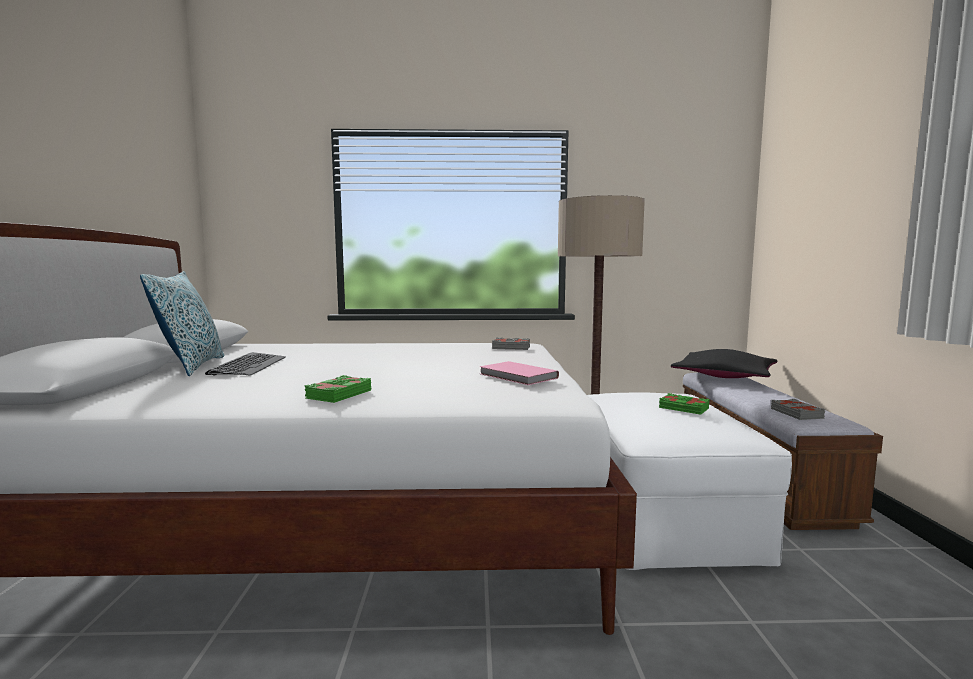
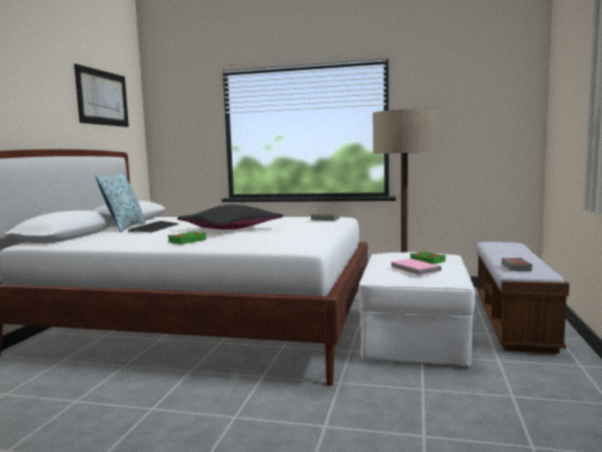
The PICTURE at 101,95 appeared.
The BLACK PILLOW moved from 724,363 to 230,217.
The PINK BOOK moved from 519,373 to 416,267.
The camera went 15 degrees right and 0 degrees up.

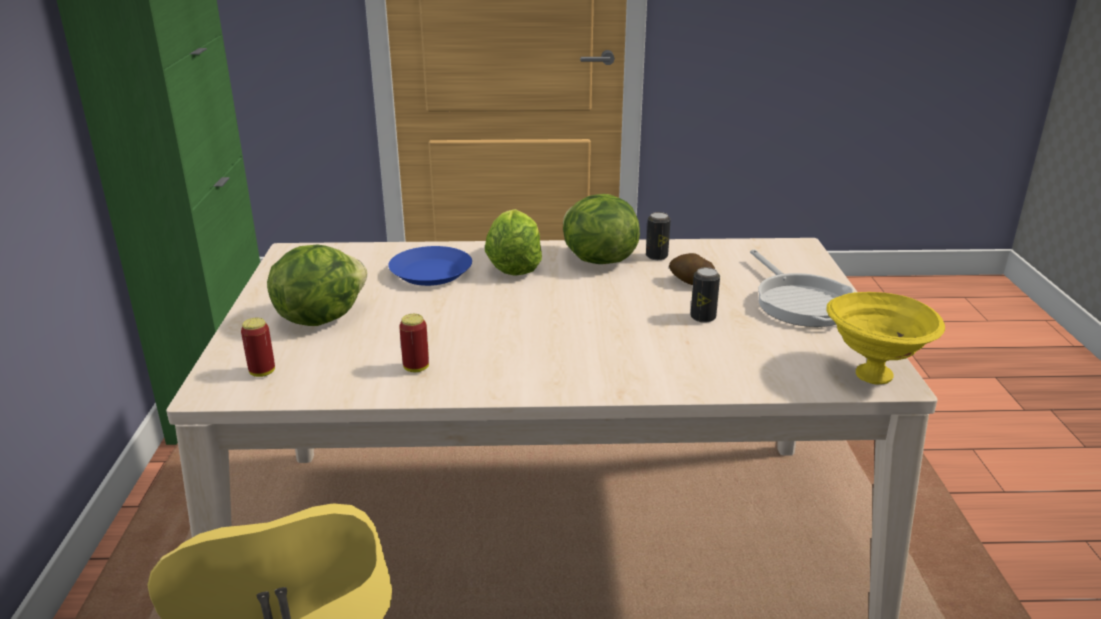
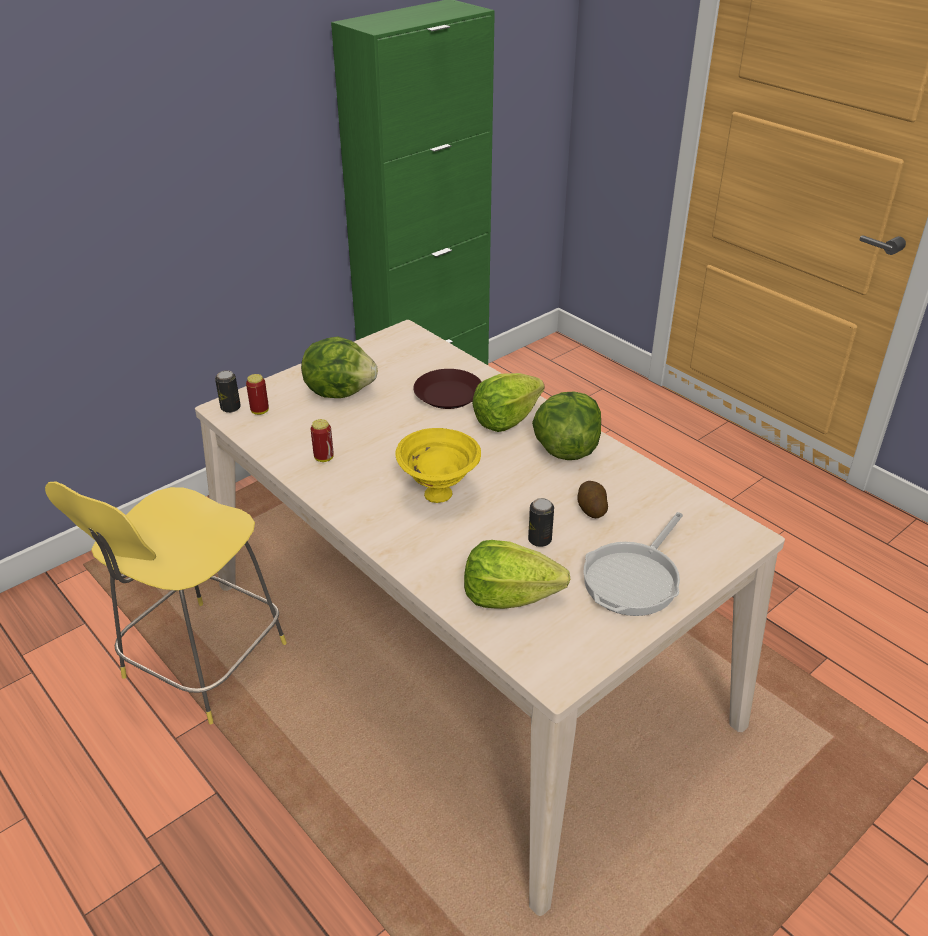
The CAN moved from 658,236 to 228,391.
The YELLOW BOWL moved from 885,338 to 438,465.
The BLUE PLATE at 430,266 became the BROWN PLATE at 447,389.
The LETTUCE at 517,574 appeared.
The camera went 50 degrees right and 10 degrees up.

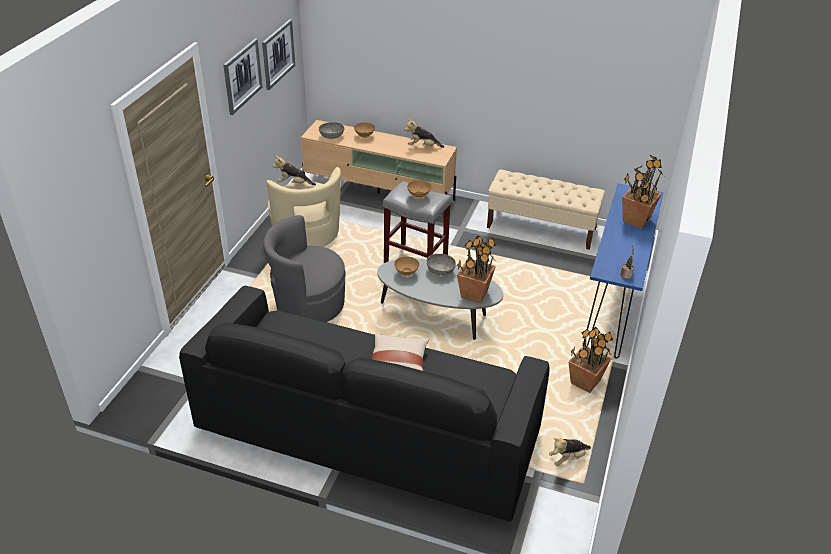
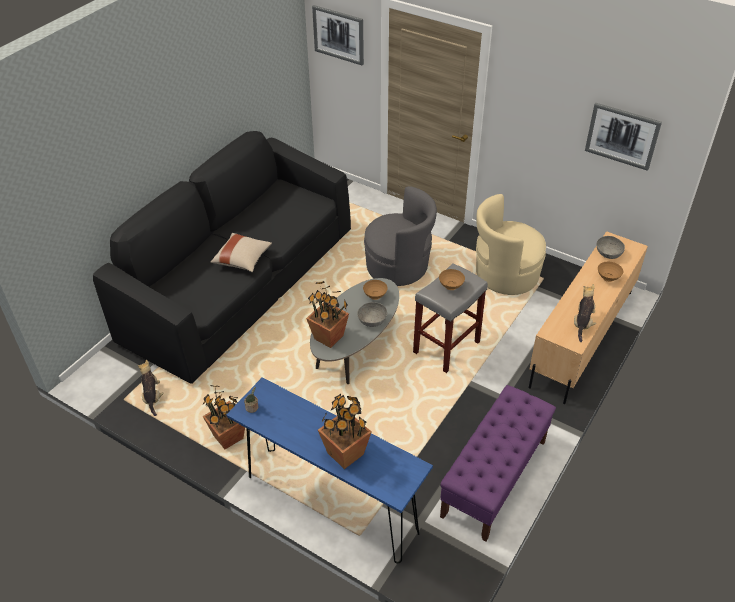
The PICTURE moved from 243,76 to 338,35.
The GREY ARMCHAIR at 304,268 turned 90 degrees clockwise.
The BEIGE BENCH at 546,210 became the PURPLE BENCH at 498,463.
The PLUSH TOY at 294,170 disappeared.
The camera went 105 degrees right and 5 degrees up.

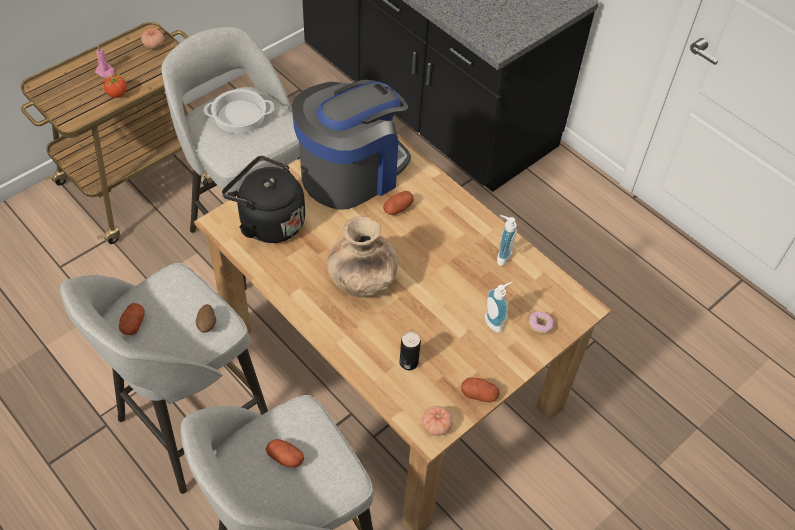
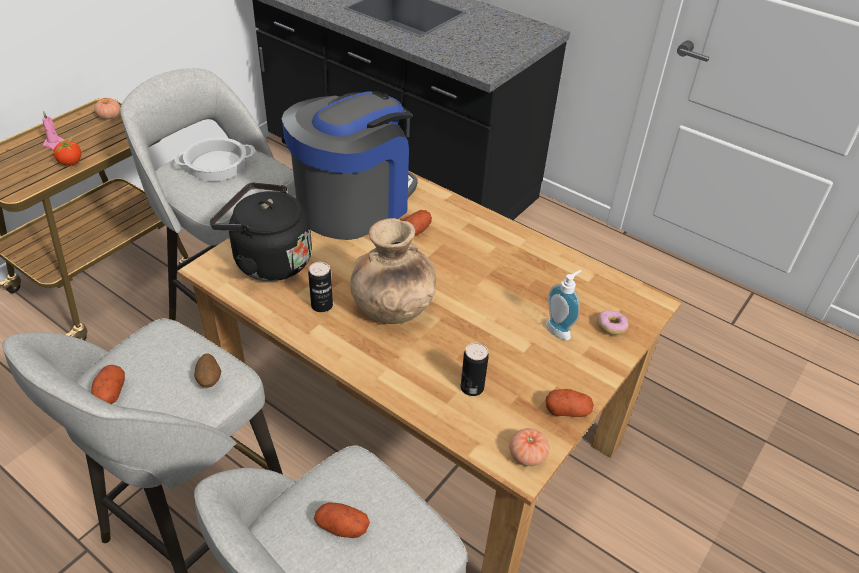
The CAN at 320,287 appeared.
The SOAP DISPENSER at 507,240 disappeared.
The camera went 10 degrees left and 10 degrees down.

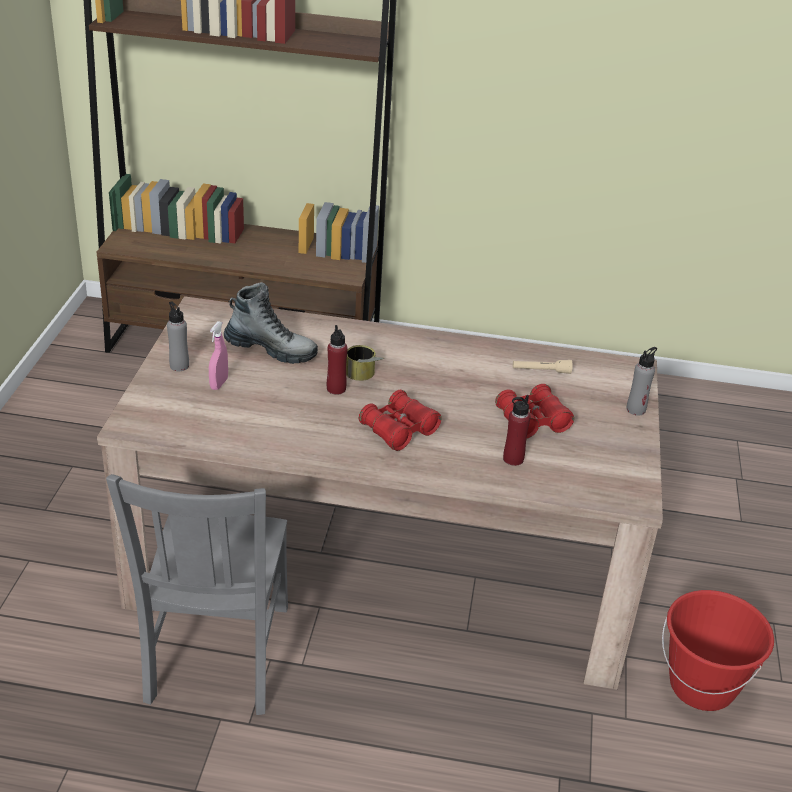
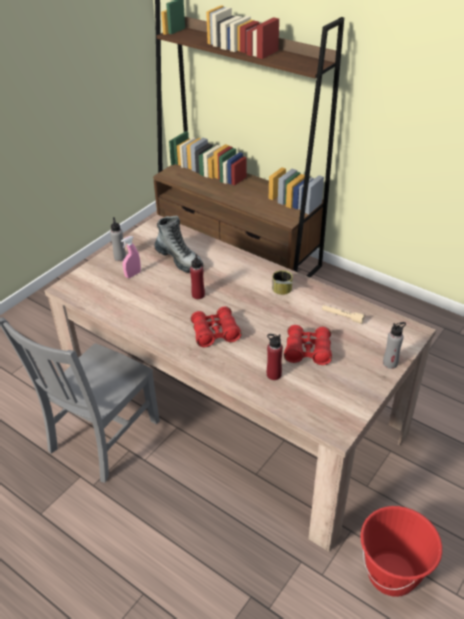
The CAN moved from 365,363 to 282,282.
The camera went 30 degrees right and 5 degrees up.

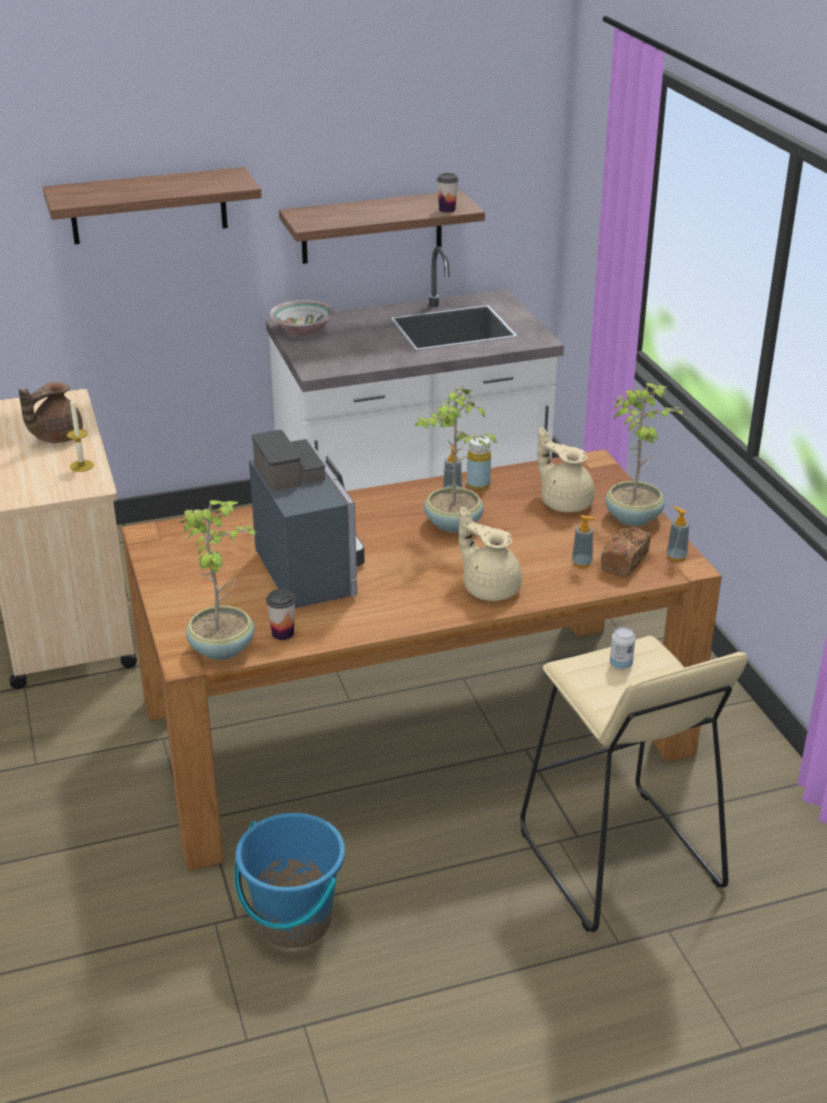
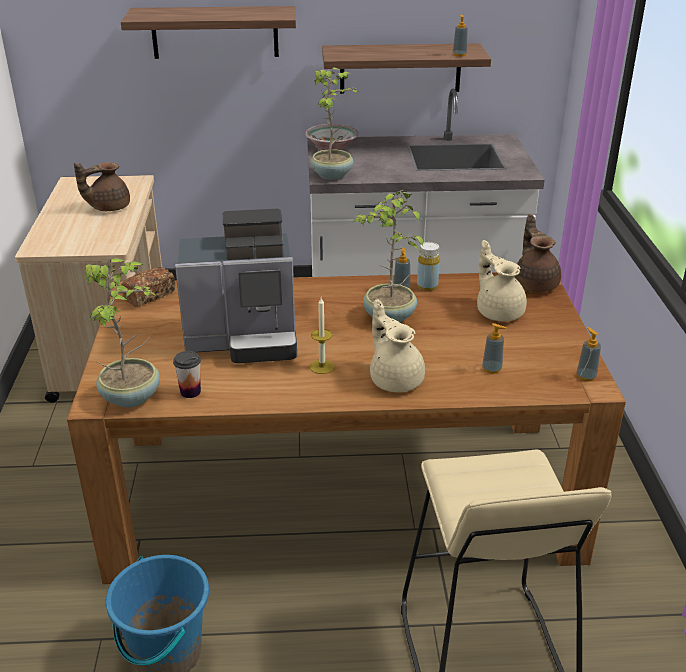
The BREAD moved from 626,551 to 148,287.
The COFFEE MACHINE at 306,519 turned 90 degrees clockwise.
The CANDLE moved from 80,435 to 322,336.
The POTTED PLANT moved from 645,454 to 334,123.
The CUP at 448,193 was replaced by the SOAP DISPENSER at 460,36.
The BROWN TEAPOT at 537,253 appeared.
The CAN at 622,648 disappeared.
The camera went 15 degrees right and 0 degrees up.

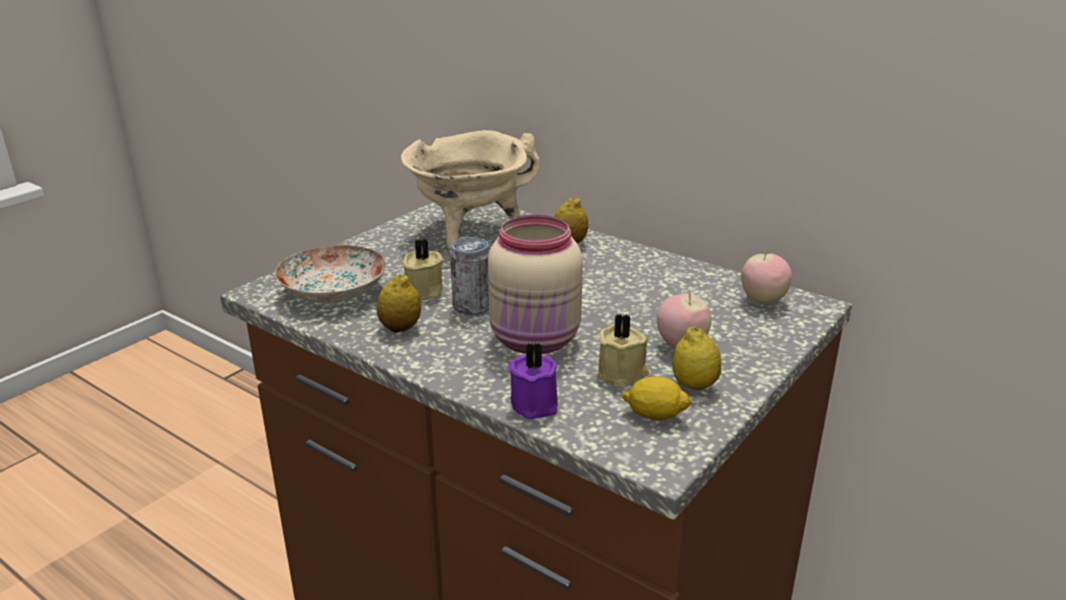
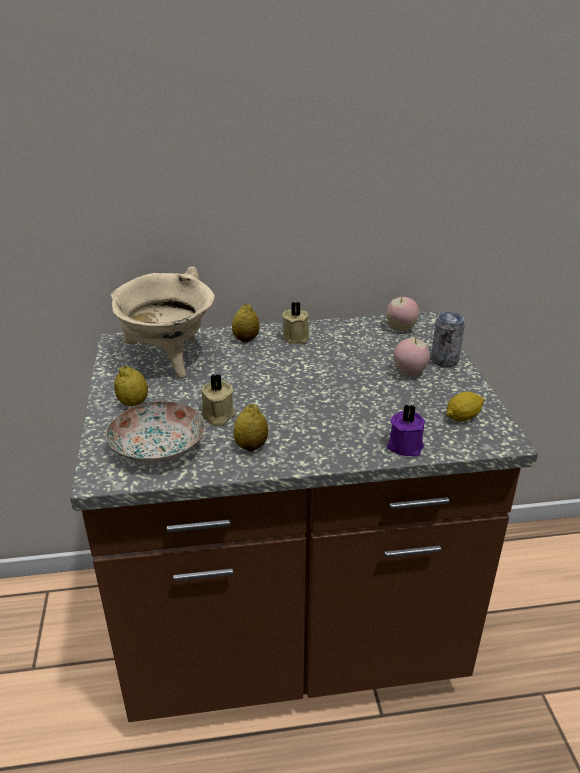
The LEMON moved from 696,358 to 131,386.
The BEIGE CANDLE moved from 623,350 to 295,322.
The CAN moved from 470,276 to 448,339.
The BEIGE JAR at 535,284 disappeared.
The camera went 45 degrees left and 5 degrees up.

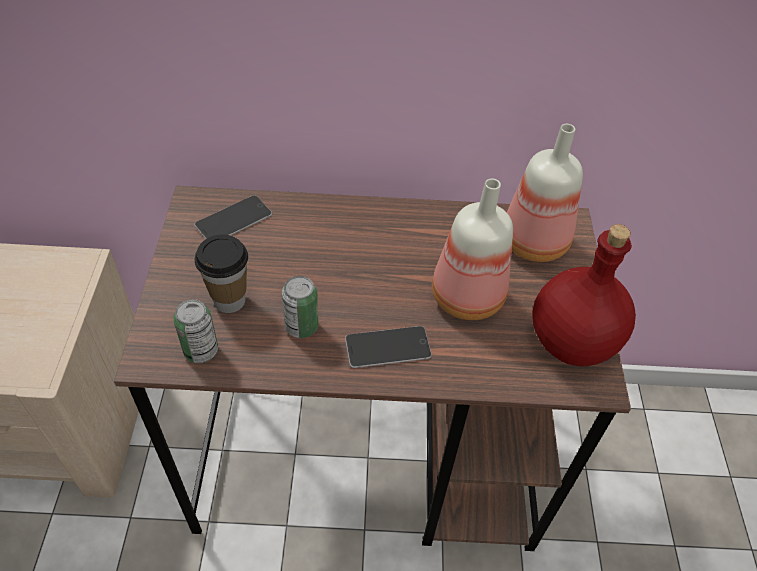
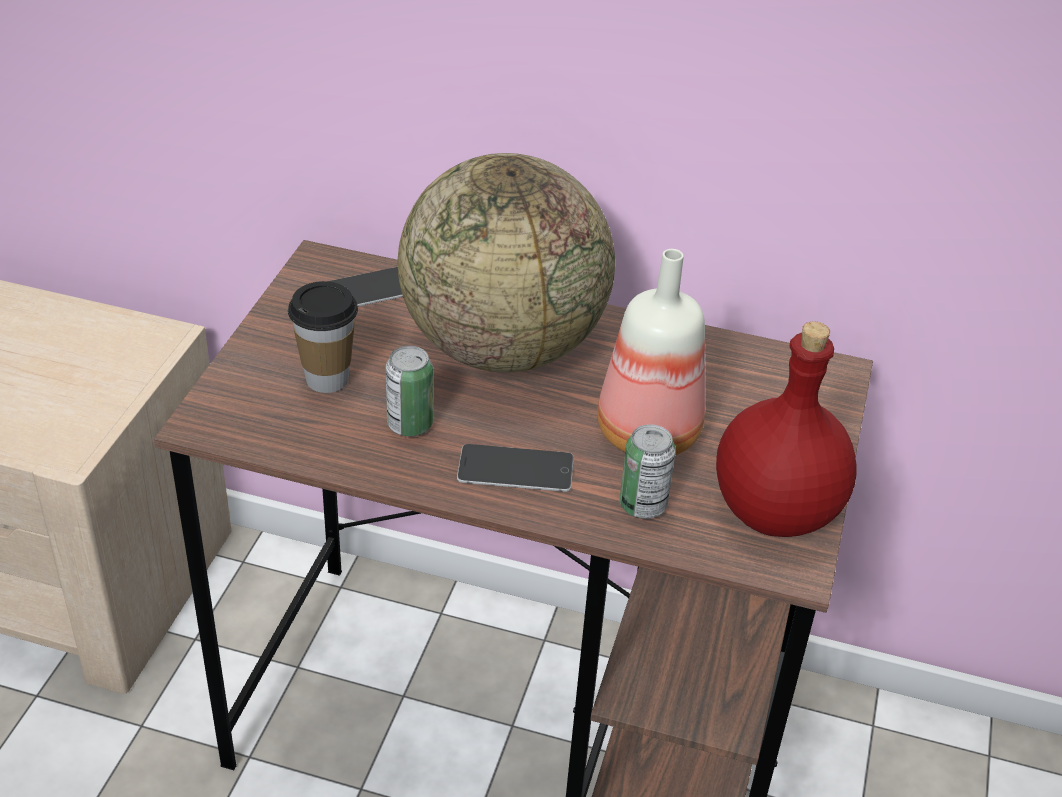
The GLOBE at 506,262 appeared.
The CAN moved from 195,331 to 648,471.
The BOTTLE at 545,193 disappeared.
The camera went 15 degrees right and 10 degrees down.

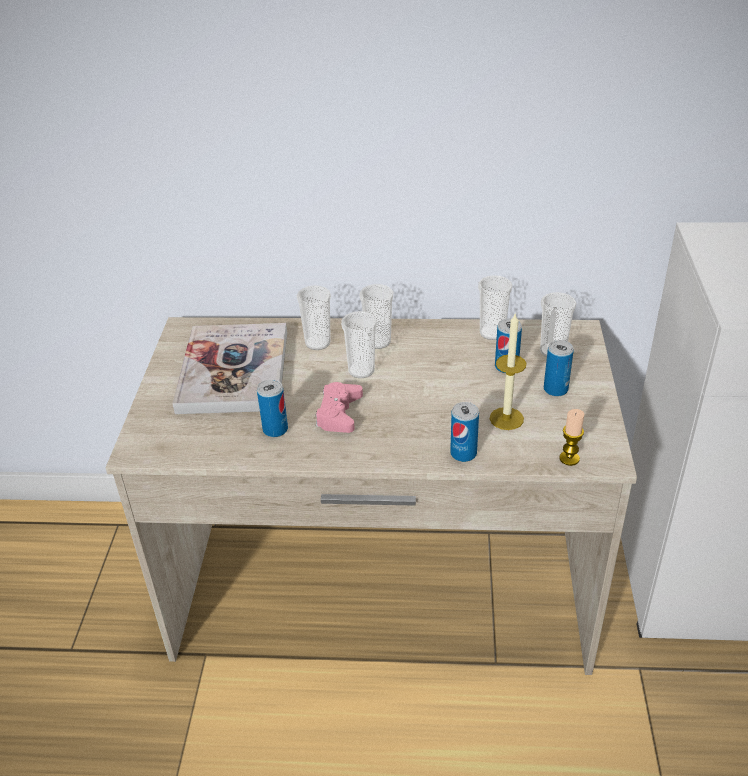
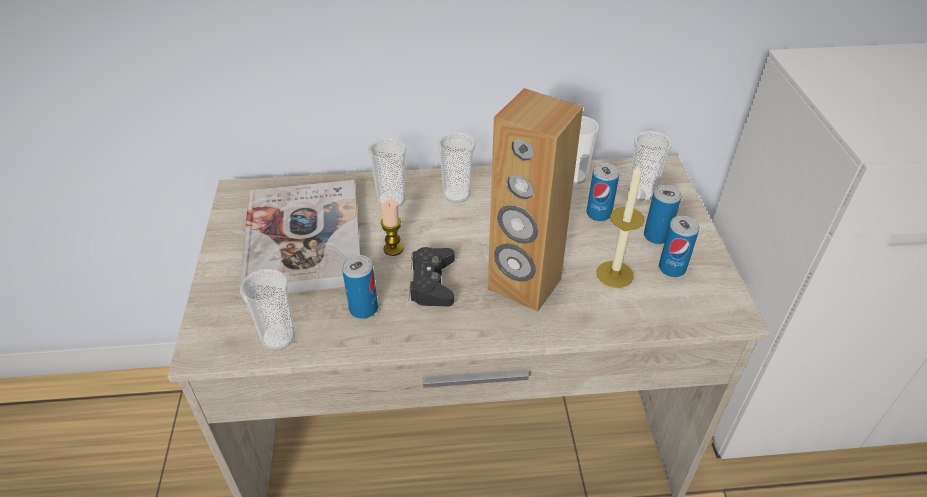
The CUP moved from 359,344 to 267,309.
The CANDLE moved from 571,437 to 391,227.
The PINK GAME CONTROLLER at 339,407 became the BLACK GAME CONTROLLER at 432,276.
The BROWN SPEAKER at 535,200 appeared.
The CAN moved from 464,432 to 679,246.
The camera went 10 degrees left and 5 degrees up.

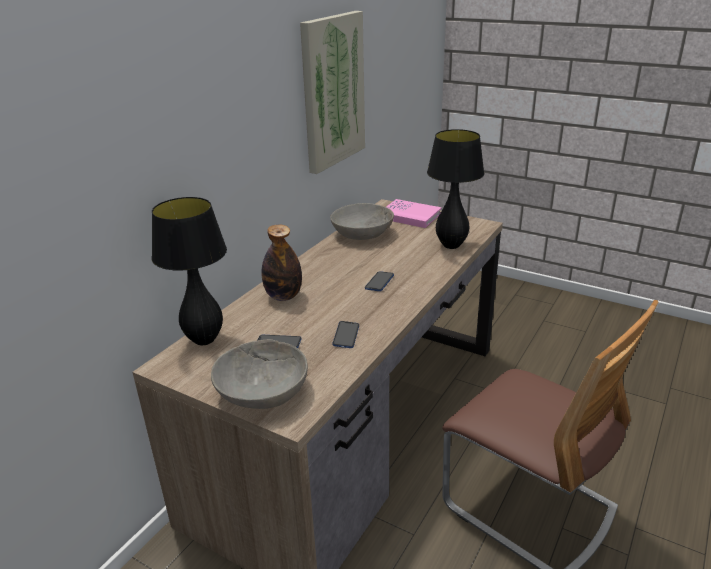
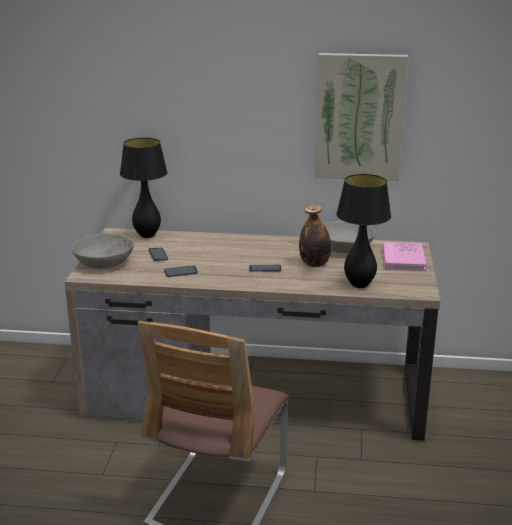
The BOTTLE moved from 281,263 to 315,235.
The camera went 65 degrees right and 5 degrees down.

